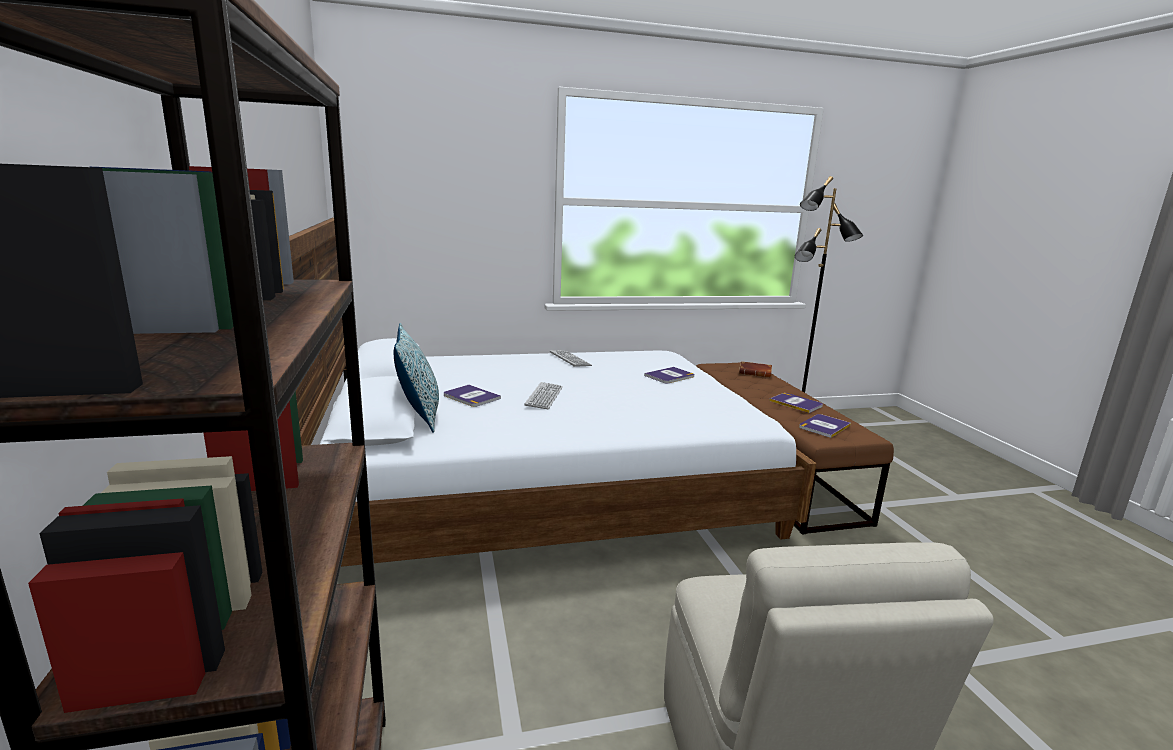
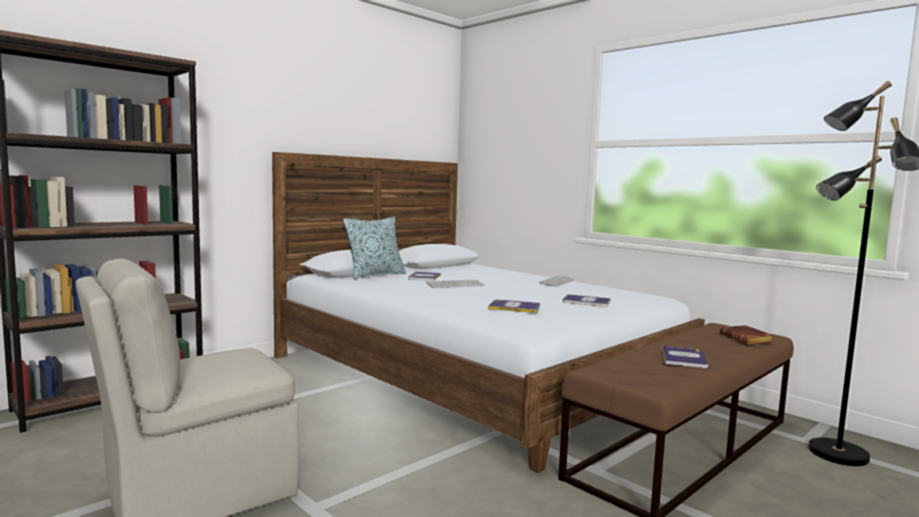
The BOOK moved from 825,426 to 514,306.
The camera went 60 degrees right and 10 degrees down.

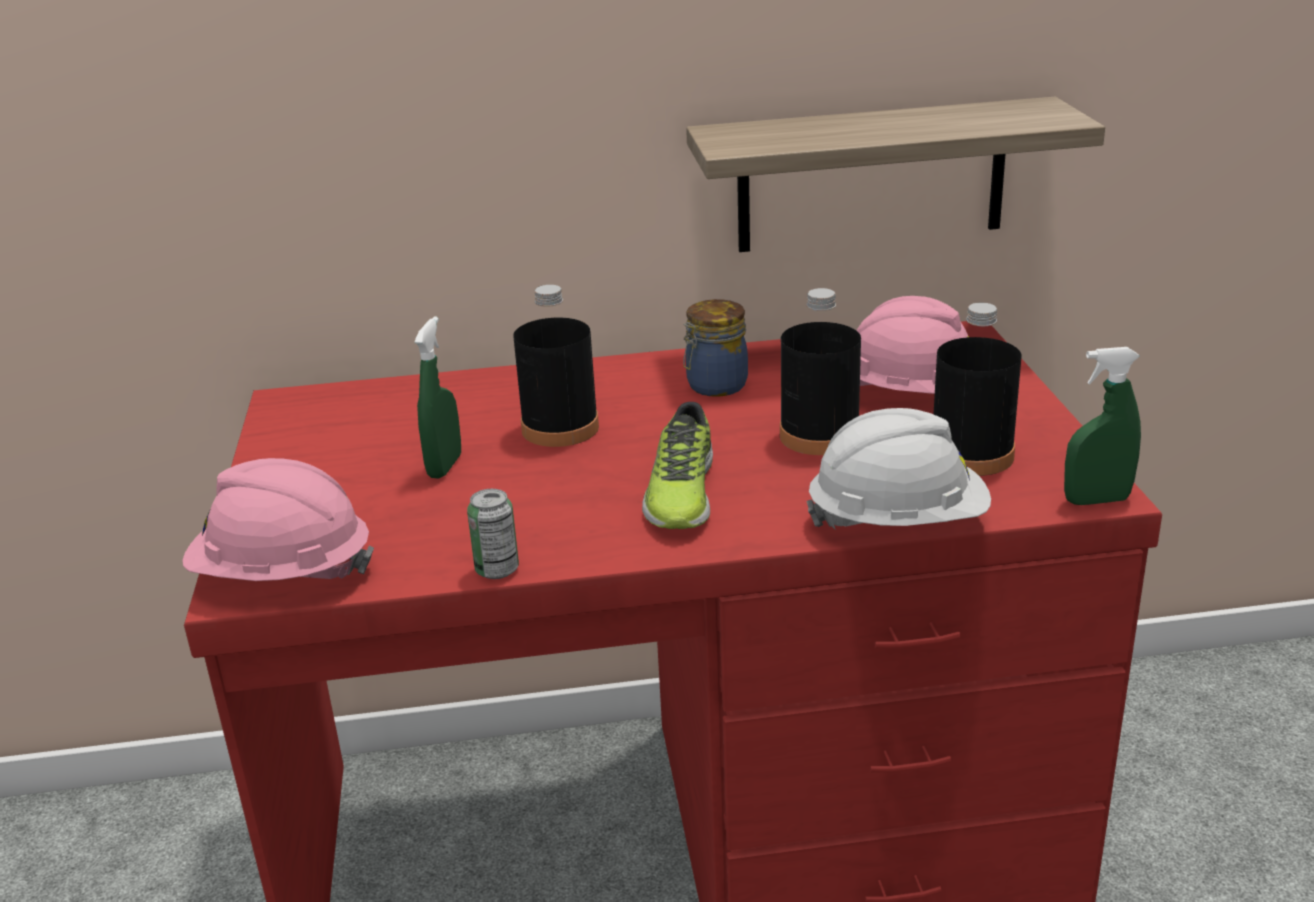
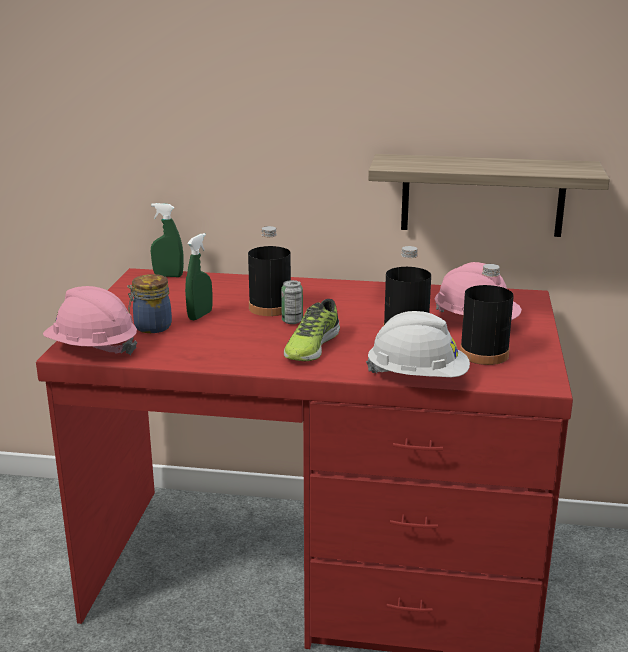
The JAR moved from 715,348 to 149,303.
The GREEN SPRAY BOTTLE moved from 1102,426 to 167,240.
The CAN moved from 493,534 to 292,302.
The camera went 15 degrees right and 5 degrees down.

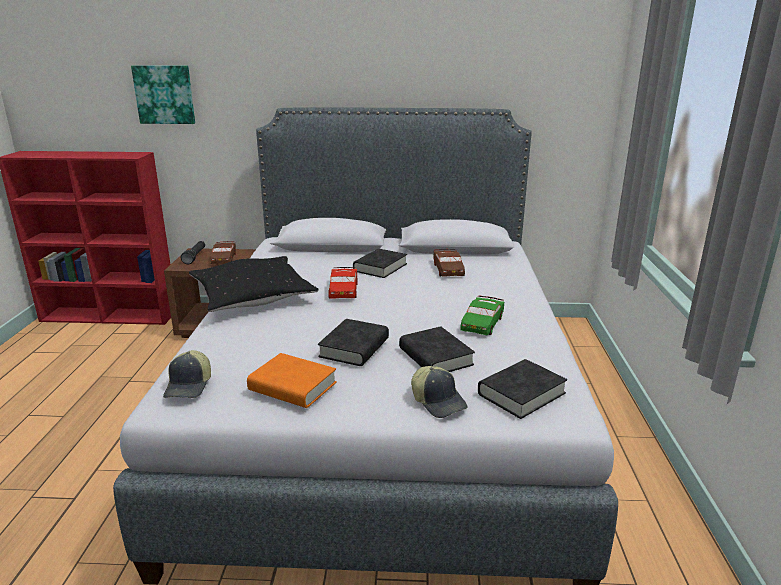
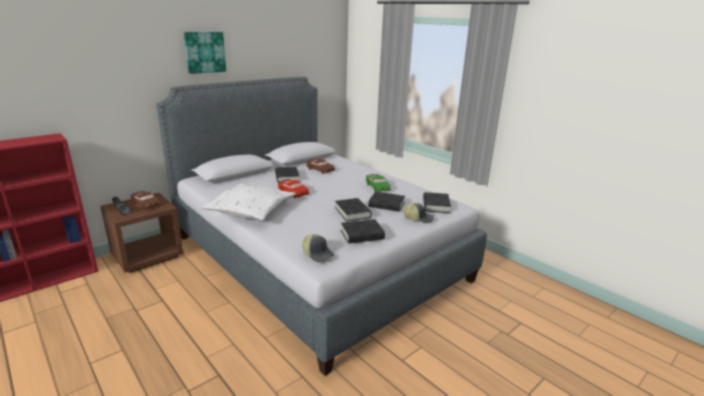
The PICTURE moved from 163,94 to 205,53.
The BLACK PILLOW at 254,284 became the WHITE PILLOW at 248,202.
The ORANGE BOOK at 292,380 became the BLACK BOOK at 363,231.
The camera went 45 degrees left and 0 degrees up.

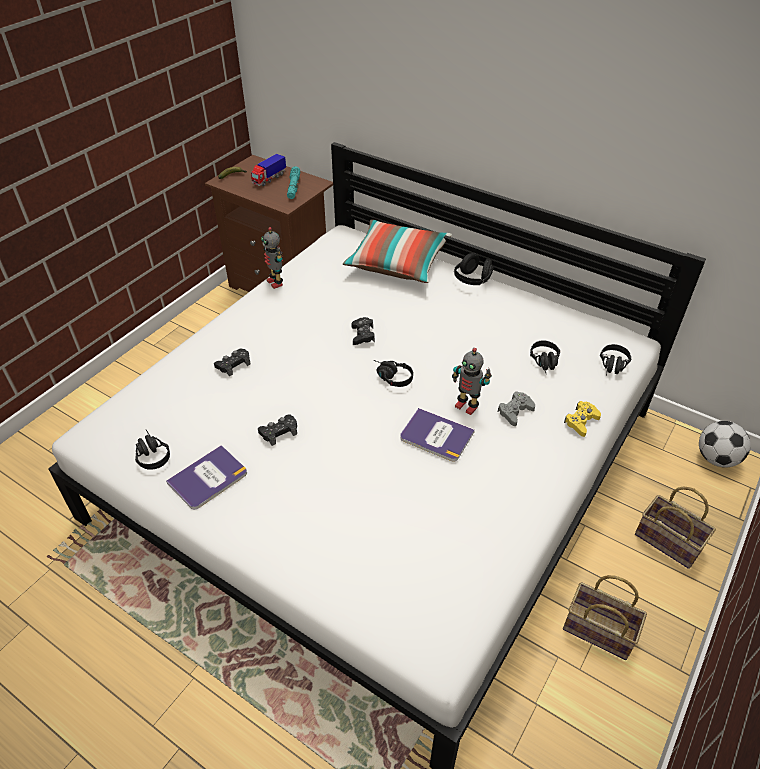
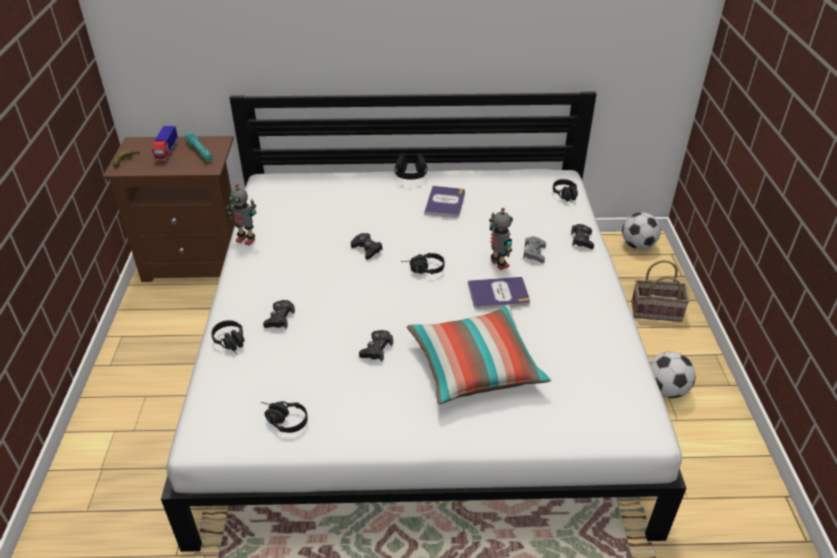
The BLACK HEADPHONES moved from 545,356 to 228,337.
The PILLOW moved from 397,251 to 479,354.
The BOOK moved from 206,477 to 444,202.
The TOY ROBOT at 472,381 turned 120 degrees counterclockwise.
The YELLOW GAME CONTROLLER at 582,419 became the BLACK GAME CONTROLLER at 582,236.
The BASKET at 605,617 was replaced by the FOOTBALL at 673,374.
The camera went 35 degrees left and 5 degrees down.

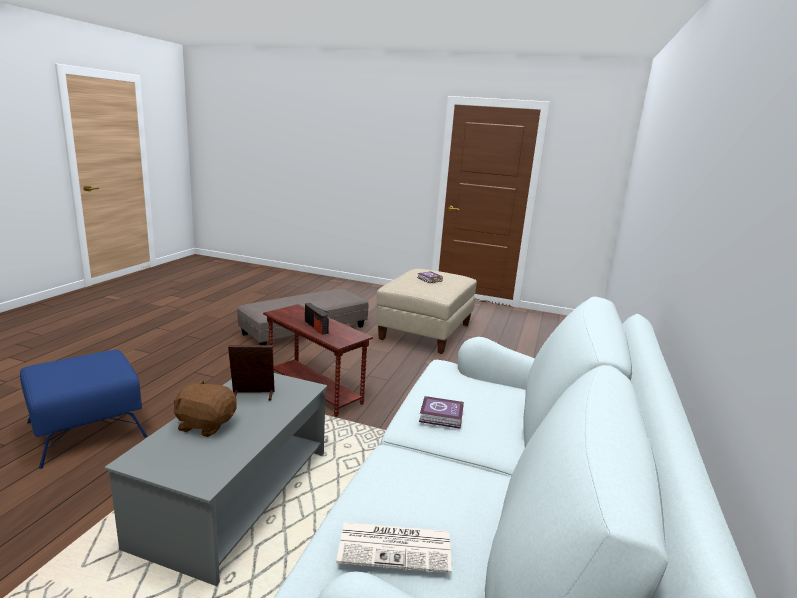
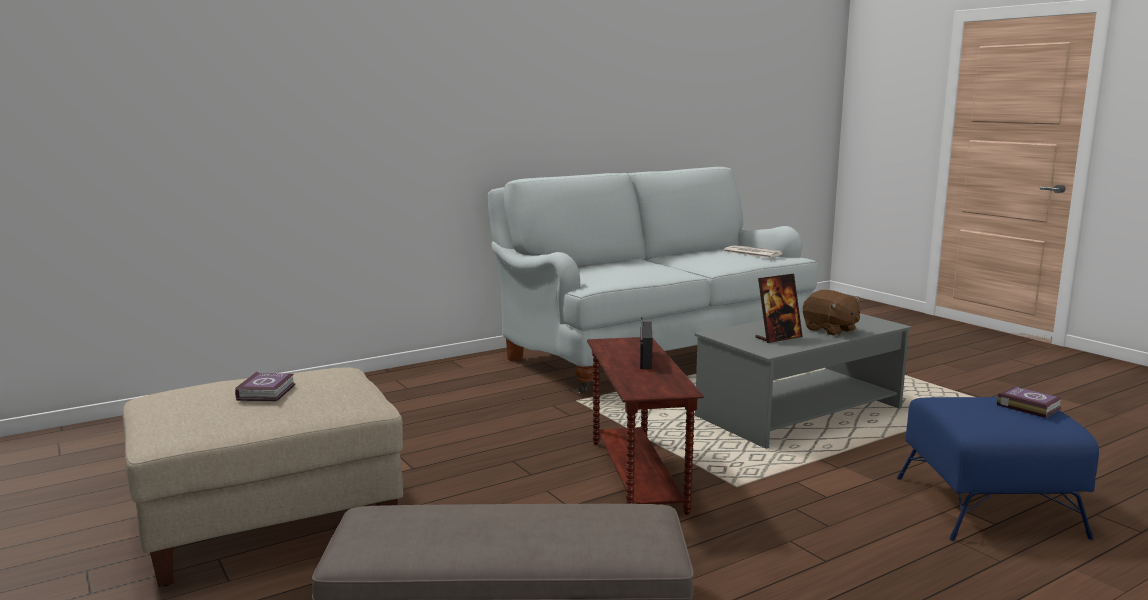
The PICTURE FRAME at 251,373 turned 60 degrees counterclockwise.
The BOOK moved from 441,412 to 1030,402.
The camera went 140 degrees left and 5 degrees down.

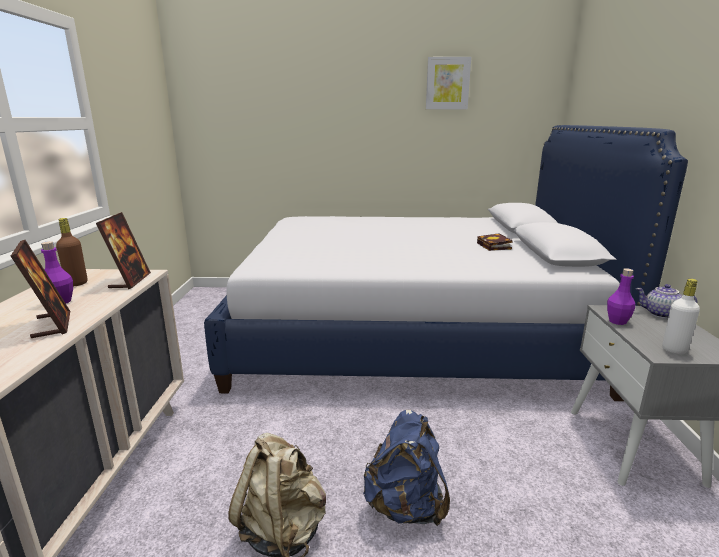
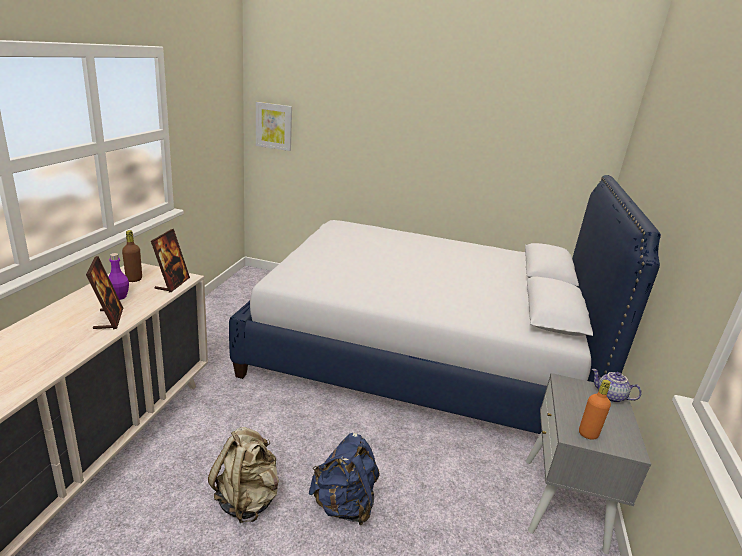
The PICTURE moved from 448,83 to 274,126.
The WHITE BOTTLE at 681,316 became the ORANGE BOTTLE at 595,409.
The BOOK at 495,242 disappeared.
The PURPLE BOTTLE at 621,296 disappeared.
The camera went 10 degrees right and 5 degrees up.

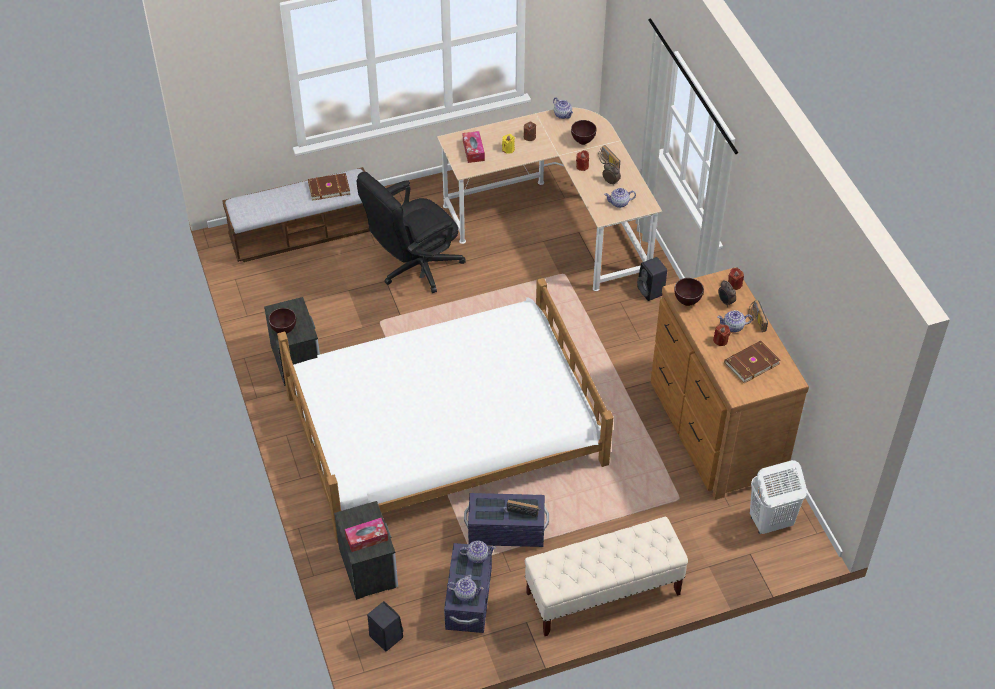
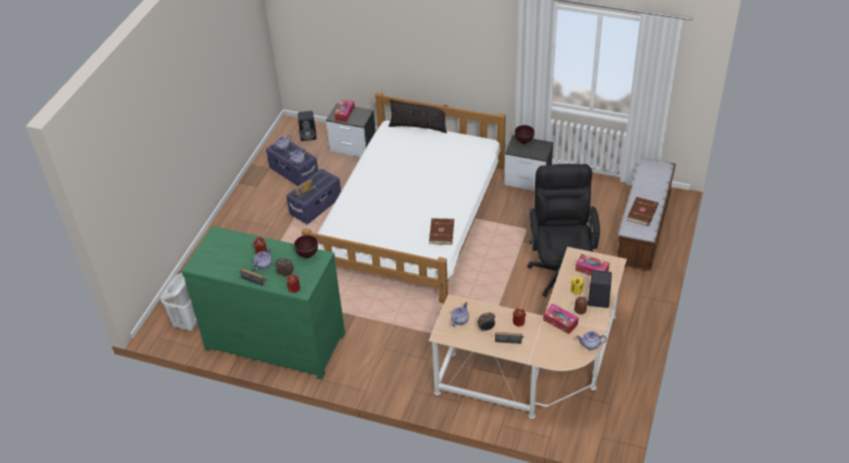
The BROWN DRESSER at 730,383 became the GREEN DRESSER at 263,303.
The PILLOW at 418,116 appeared.
The BROWN BOOK moved from 752,361 to 441,231.
The TISSUE BOX at 561,319 appeared.
The BLACK SPEAKER moved from 652,279 to 600,289.
The BEIGE BENCH at 606,576 disappeared.
The BROWN BOWL at 584,132 disappeared.
The camera went 130 degrees right and 5 degrees down.

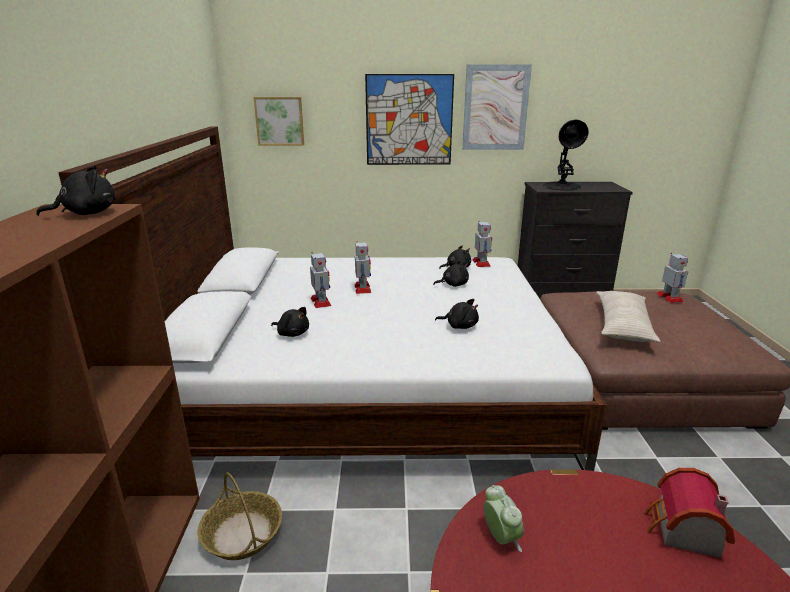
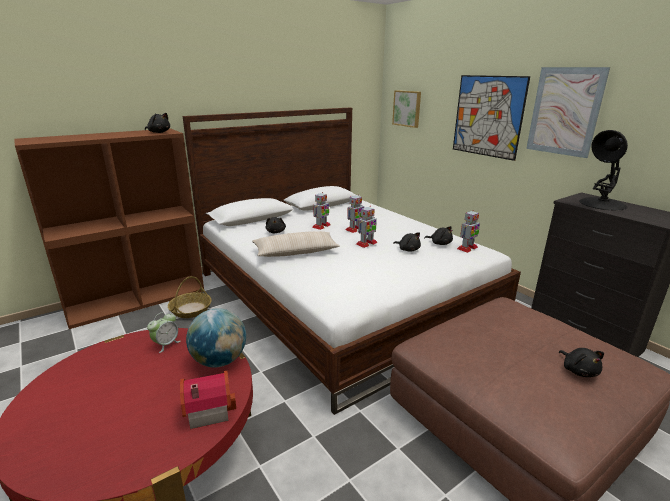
The GLOBE at 216,337 appeared.
The BEIGE PILLOW moved from 628,316 to 296,244.
The TOY ROBOT moved from 672,278 to 366,227.
The BLACK PLUSH TOY moved from 457,314 to 581,362.
The camera went 55 degrees right and 0 degrees up.

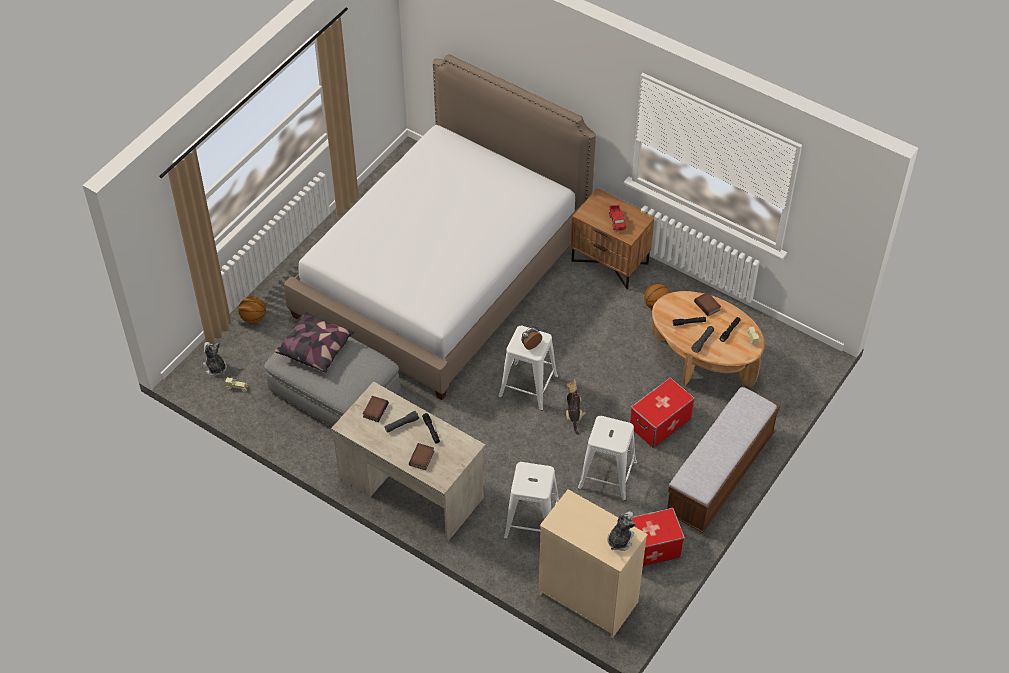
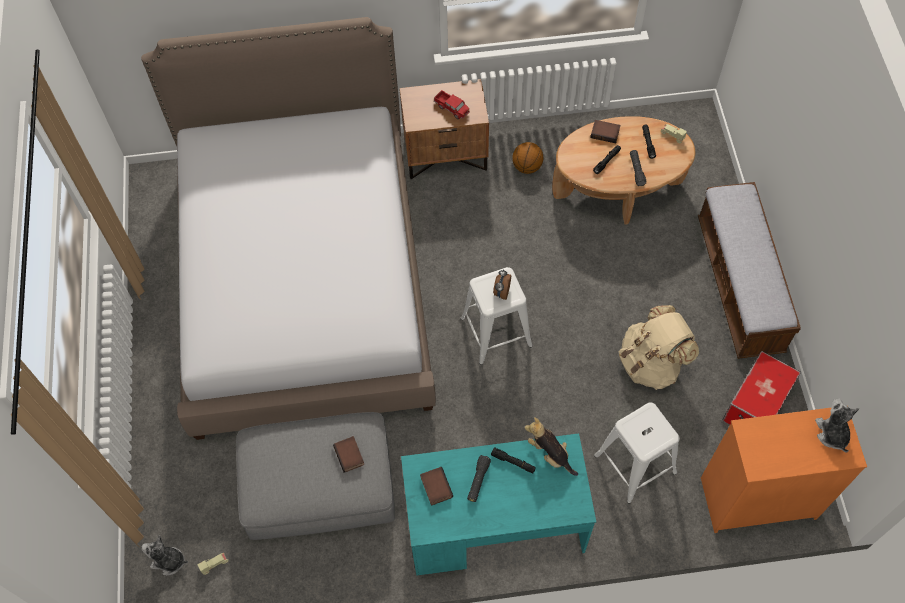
The BOOK moved from 421,456 to 349,454.
The BEIGE DESK at 408,462 became the TURQUOISE DESK at 498,504.
The PLUSH TOY moved from 576,407 to 551,446.
The WHITE STOOL at 607,458 was replaced by the BEIGE BACKPACK at 659,347.
The BEIGE DRESSER at 593,563 became the ORANGE DRESSER at 784,470.
The BASKETBALL at 252,309 disappeared.
The PILLOW at 314,342 disappeared.
The STORAGE BOX at 662,412 disappeared.
The camera went 40 degrees left and 10 degrees up.

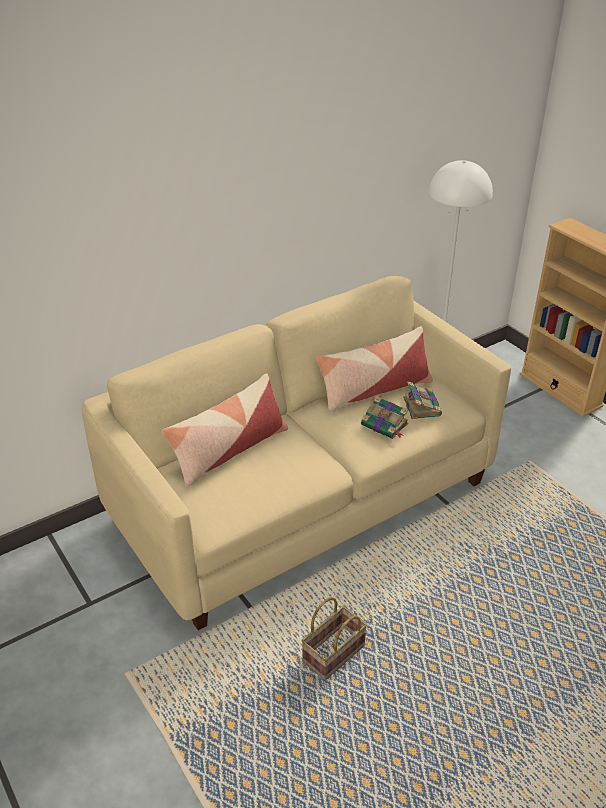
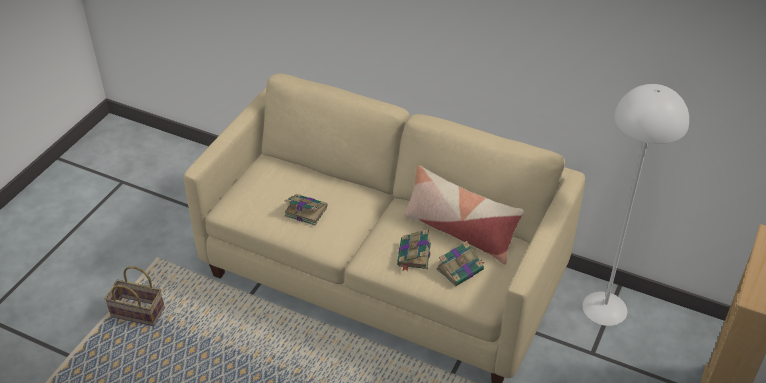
The BASKET moved from 334,638 to 135,296.
The BOOK at 305,210 appeared.
The PILLOW at 225,430 disappeared.
The camera went 60 degrees right and 5 degrees up.

